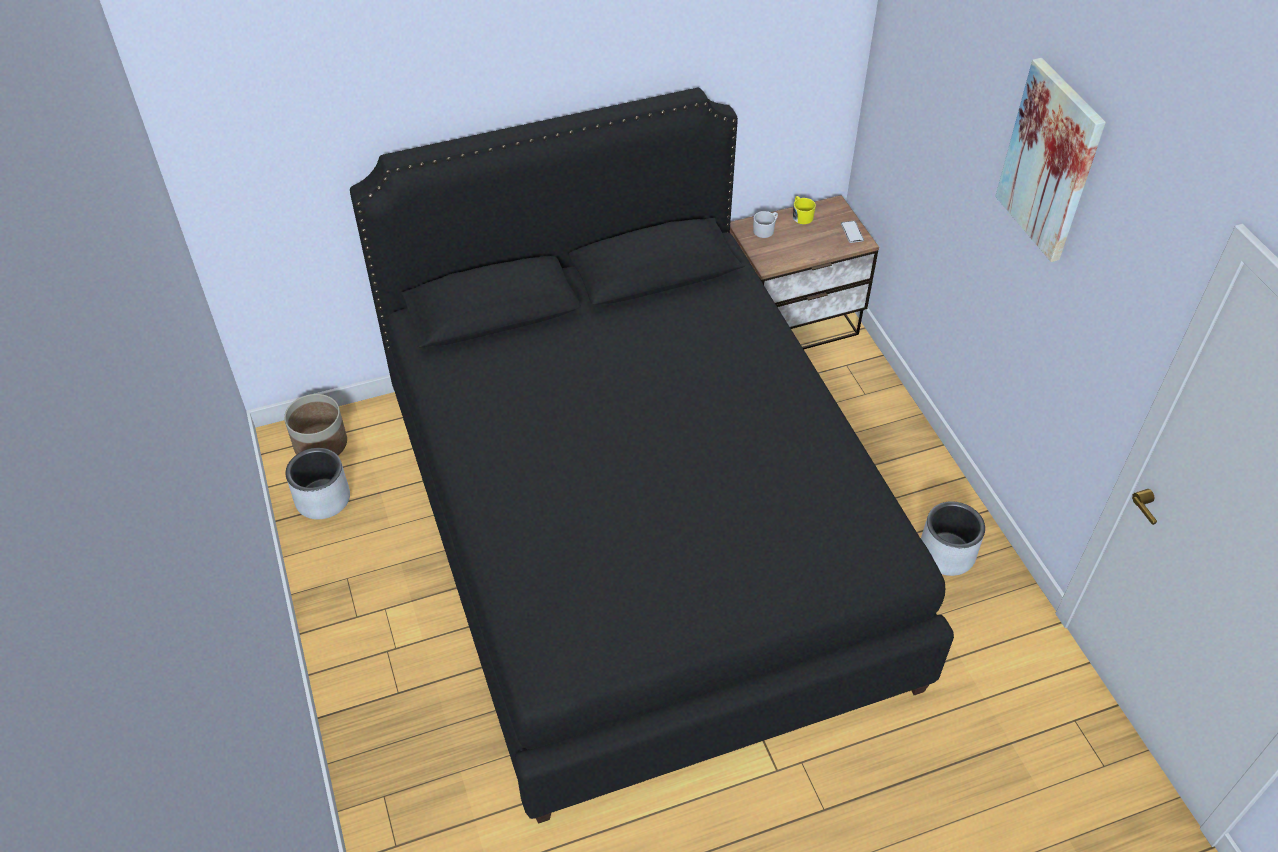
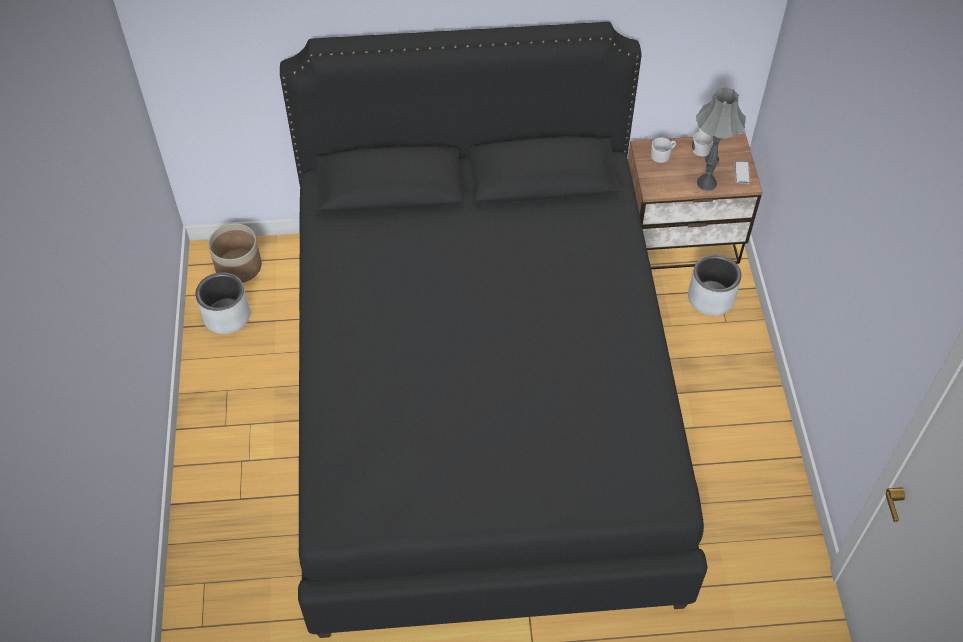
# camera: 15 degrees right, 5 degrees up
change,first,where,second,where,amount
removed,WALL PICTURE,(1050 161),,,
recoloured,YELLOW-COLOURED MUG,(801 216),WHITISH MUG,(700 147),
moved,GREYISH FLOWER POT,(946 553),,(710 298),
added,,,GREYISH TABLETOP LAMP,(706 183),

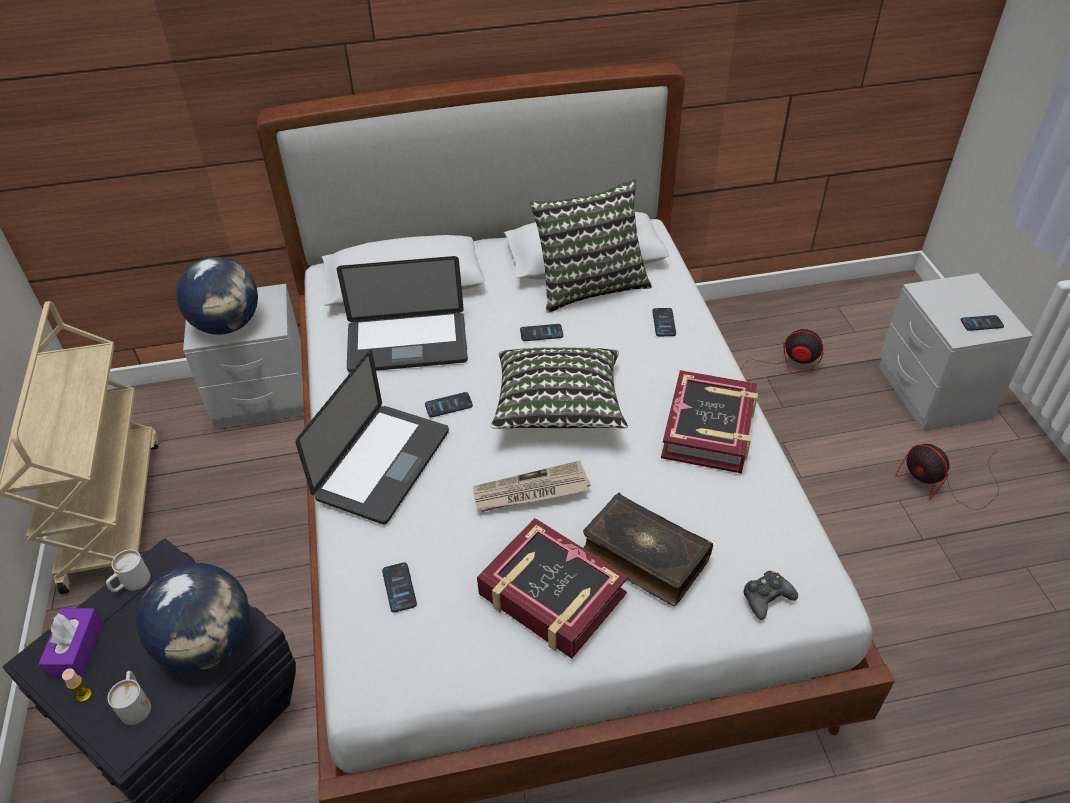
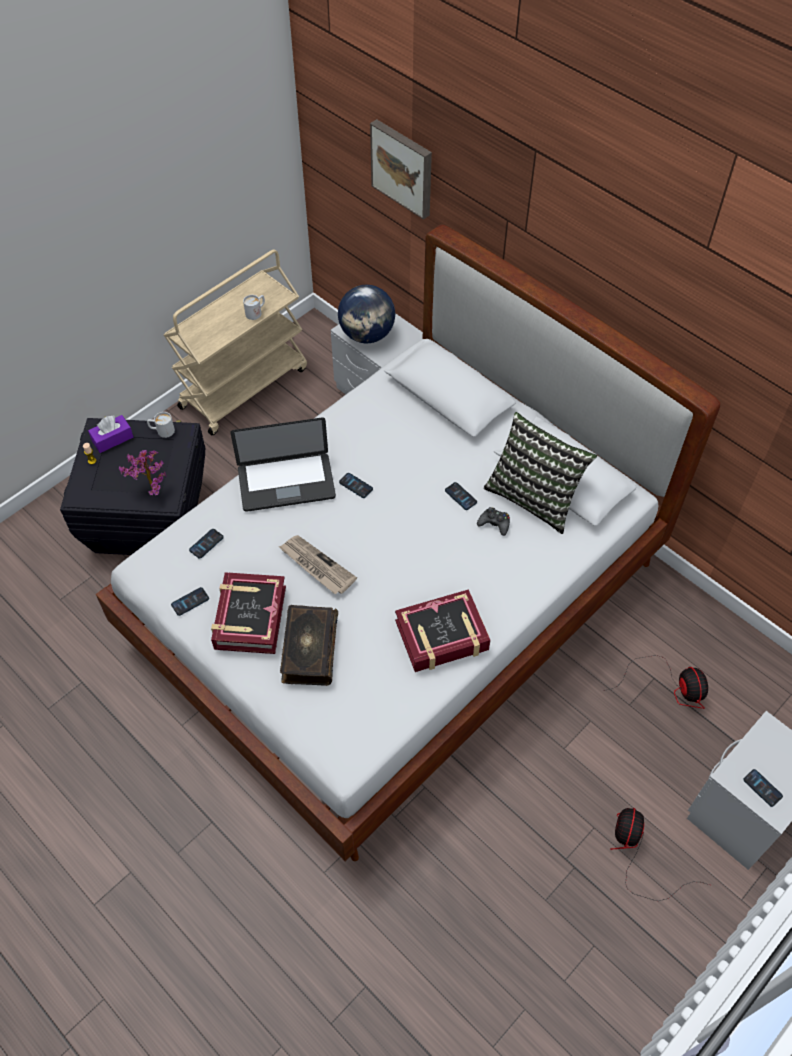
# camera: 55 degrees right, 10 degrees up
change,first,where,second,where,amount
removed,LAPTOP,(407 344),,,
moved,TELEPHONE,(664 323),,(190 602),
removed,THROW PILLOW,(558 408),,,
replaced,GLOBE,(209 643),POTTED PLANT,(150 489),
moved,BLACK GAME CONTROLLER,(766 598),,(494 523),
moved,WHITISH MUG,(136 703),,(256 312),
added,,,WALL PICTURE,(403 167),

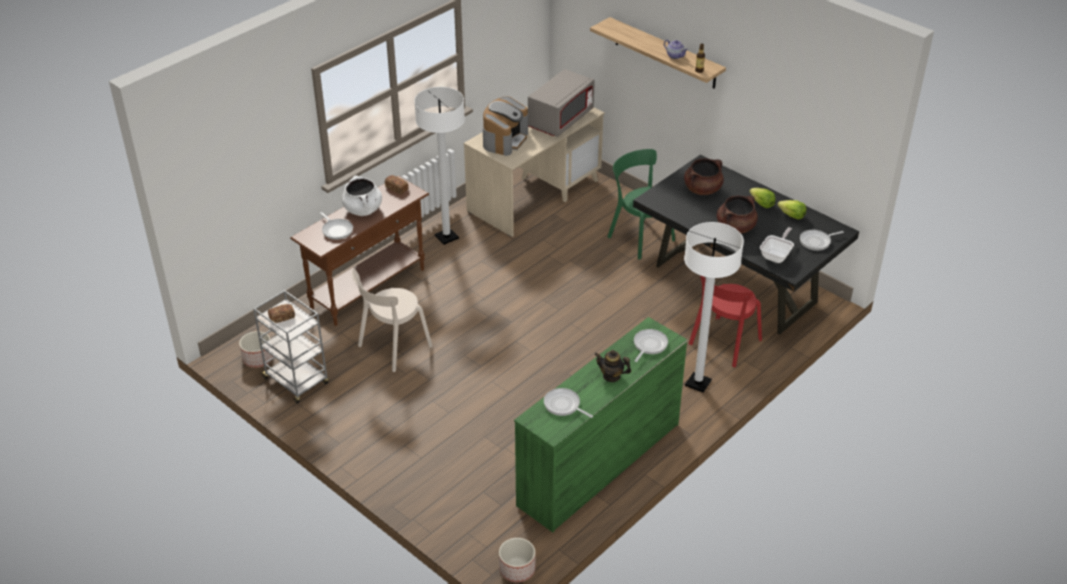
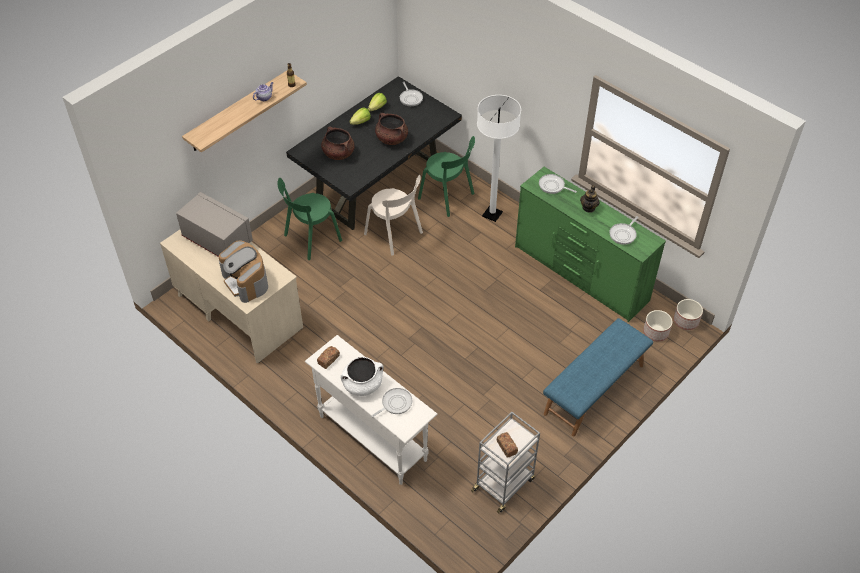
# camera: 90 degrees left, 10 degrees up
change,first,where,second,where,amount
removed,WHITISH STANDARD LAMP,(446 237),,,
turned,COFFEE MACHINE,(505 140),,(246 281),150 degrees counterclockwise
recoloured,BROWN NARROW TABLE,(369 288),WHITISH NARROW TABLE,(372 437),
removed,FRYING PAN,(777 255),,,
moved,BEIGE UPRIGHT CHAIR,(392 348),,(395 235),
recoloured,RED UPRIGHT CHAIR,(723 344),GREENISH UPRIGHT CHAIR,(448 197),
moved,FLOWER POT,(258 359),,(656 332),
added,,,BLUISH BENCH,(594 390),

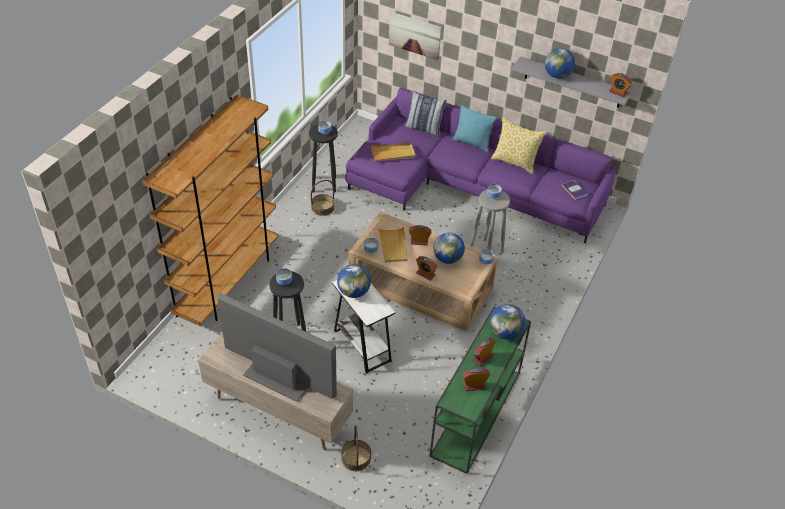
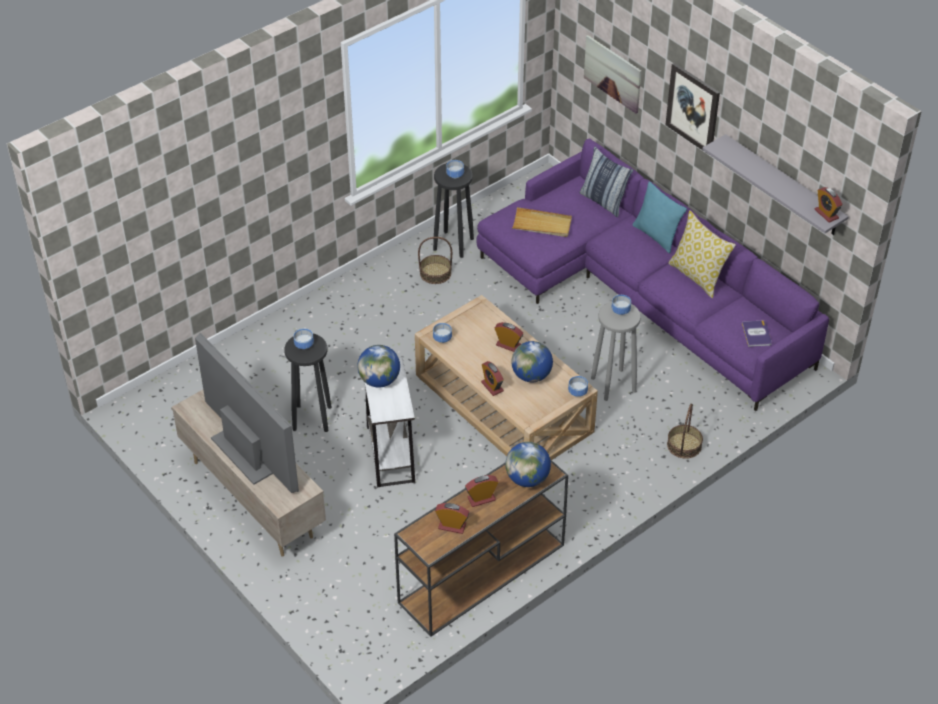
# camera: 25 degrees right, 0 degrees up
change,first,where,second,where,amount
removed,GLOBE,(557 75),,,
removed,BROWN BOOKSHELF,(228 282),,,
removed,BEIGE SERVING TRAY,(393 246),,,
recoloured,GREENISH NARROW TABLE,(476 414),BROWN NARROW TABLE,(480 575),
moved,STORAGE BASKET,(356 458),,(684 445),
added,,,WALL PICTURE,(693 108),

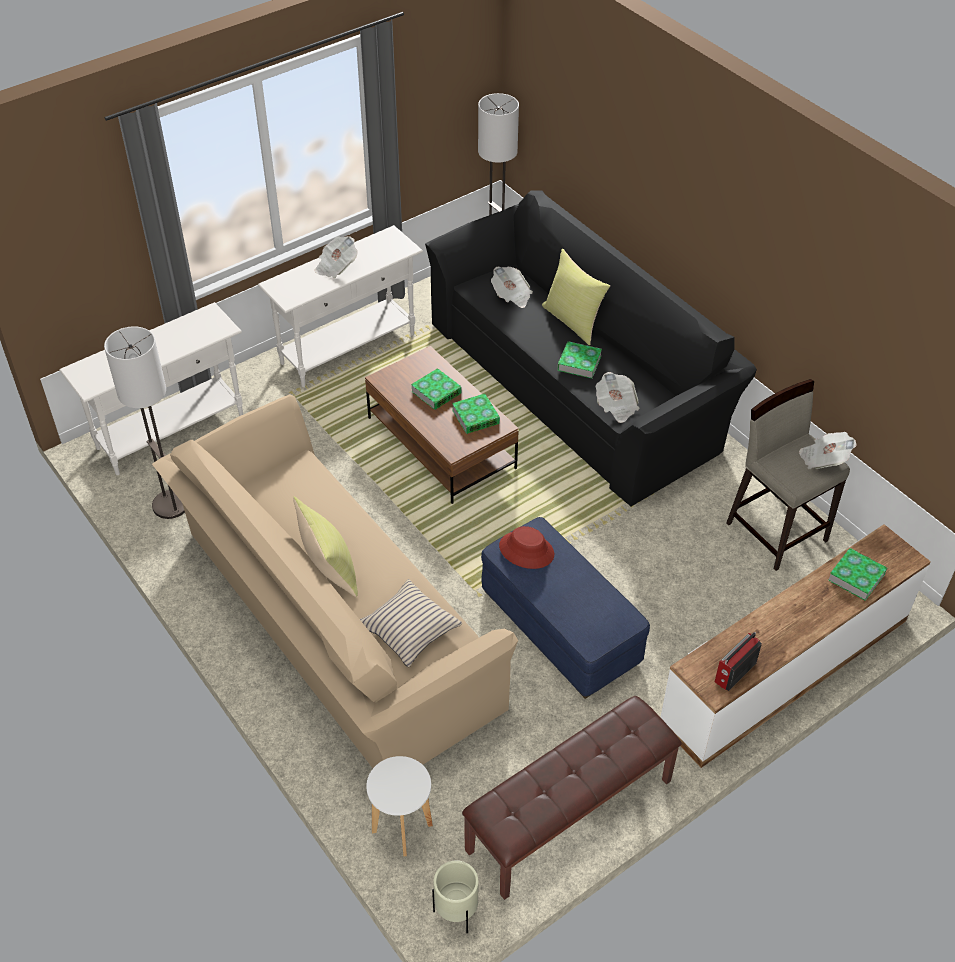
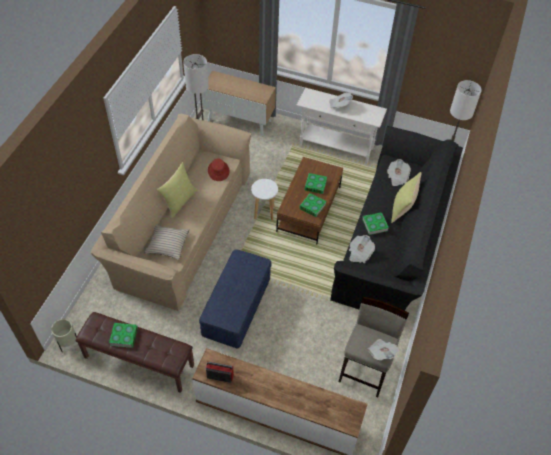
# camera: 55 degrees right, 5 degrees up
change,first,where,second,where,amount
replaced,WHITISH NARROW TABLE,(171 431),STORAGE CABINET,(239 120),
moved,RED CLOTHING HAT,(526 550),,(218 171),
moved,VOLUME,(856 577),,(124 336),
moved,WHITISH STOOL SEAT,(402 828),,(264 212),

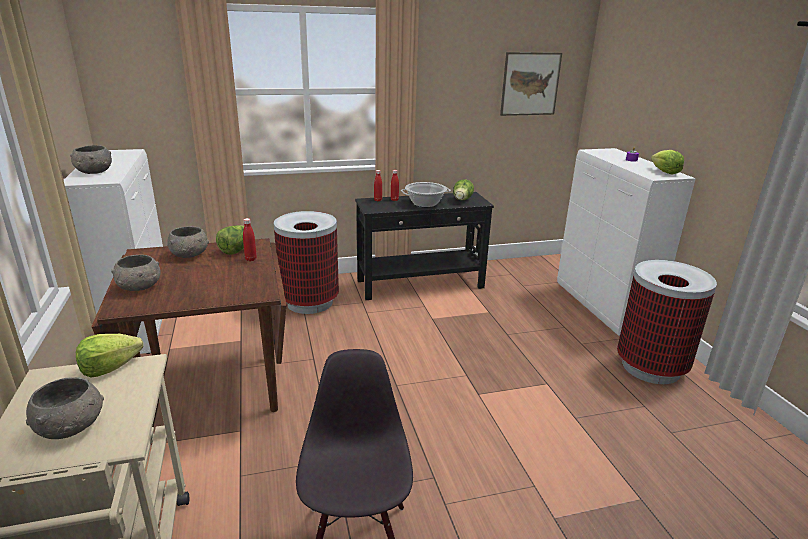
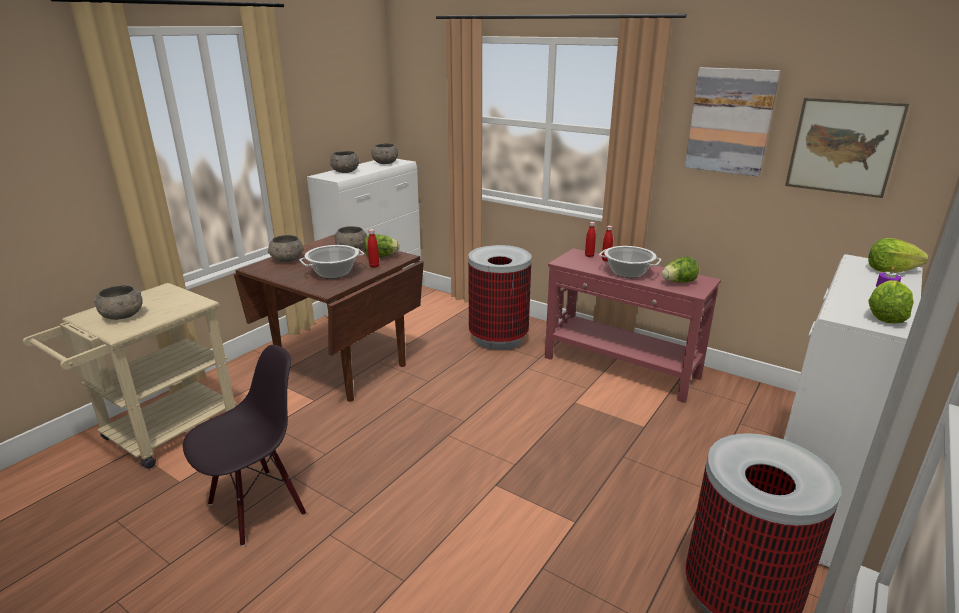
# camera: 50 degrees right, 0 degrees up
change,first,where,second,where,amount
recoloured,BLACK NARROW TABLE,(421 284),RED NARROW TABLE,(621 368),
moved,LETTUCE HEAD,(110 368),,(890 270),
added,,,WALL PICTURE,(730 121),
added,,,GREYISH BOWL,(385 163),
added,,,SAUCEPOT,(334 273),

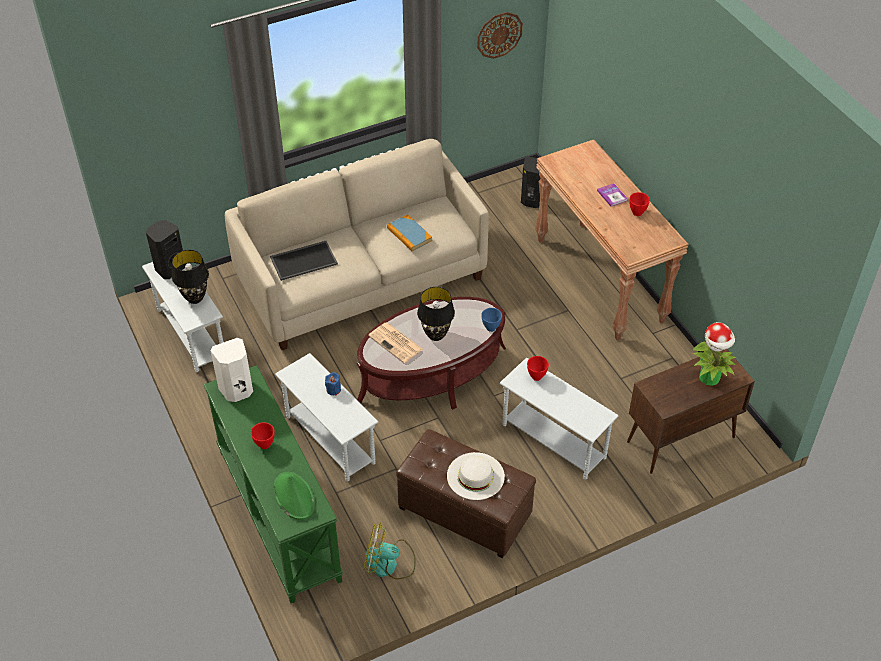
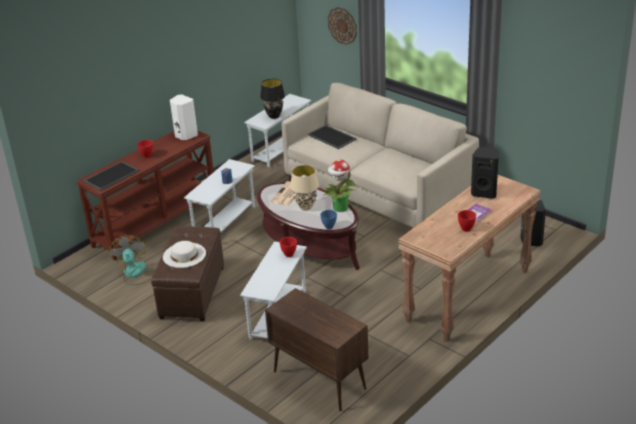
# camera: 70 degrees right, 15 degrees down
change,first,where,second,where,amount
moved,HANGING CLOCK,(499 35),,(342 25),
removed,VOLUME,(409 234),,,
moved,BLACK SPEAKER,(169 268),,(484 192),
recoloured,BLACK TABLETOP LAMP,(436 335),BEIGE TABLETOP LAMP,(306 207),
moved,POTTED PLANT,(710 378),,(340 208),
recoloured,GREENISH NARROW TABLE,(277 514),BROWN NARROW TABLE,(155 222),
replaced,GREENISH CLOTHING HAT,(293 496),SERVING TRAY,(111 175),

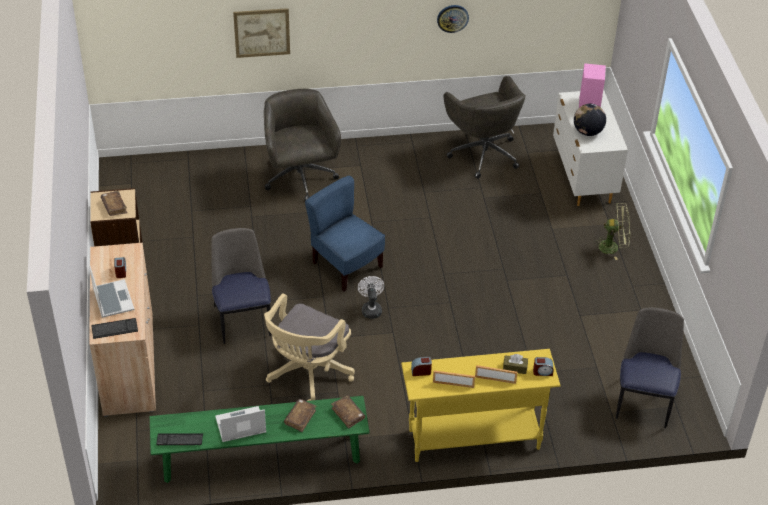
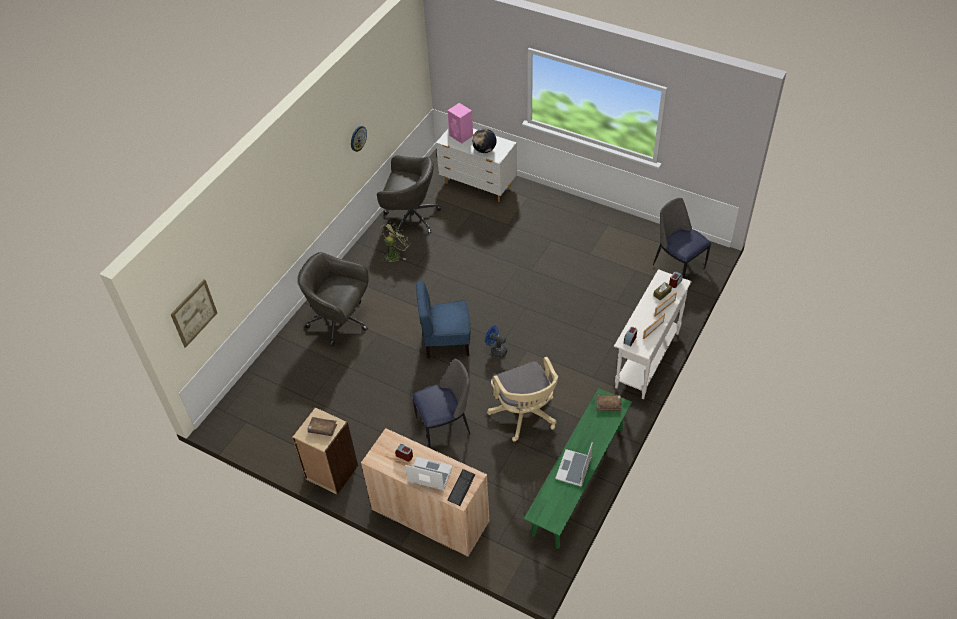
# camera: 50 degrees left, 5 degrees up
change,first,where,second,where,amount
moved,WALL PICTURE,(262 32),,(194 313),
moved,GREENISH COOLING FAN,(613 247),,(394 254),
turned,UPRIGHT CHAIR,(242 319),,(445 425),135 degrees clockwise
recoloured,WHITISH COOLING FAN,(371 309),BLUISH COOLING FAN,(496 350),
recoloured,YELLOW-COLOURED NARROW TABLE,(473 439),WHITISH NARROW TABLE,(646 360),
removed,BROWN VOLUME,(300 418),,,
removed,PC KEYBOARD,(179 440),,,

